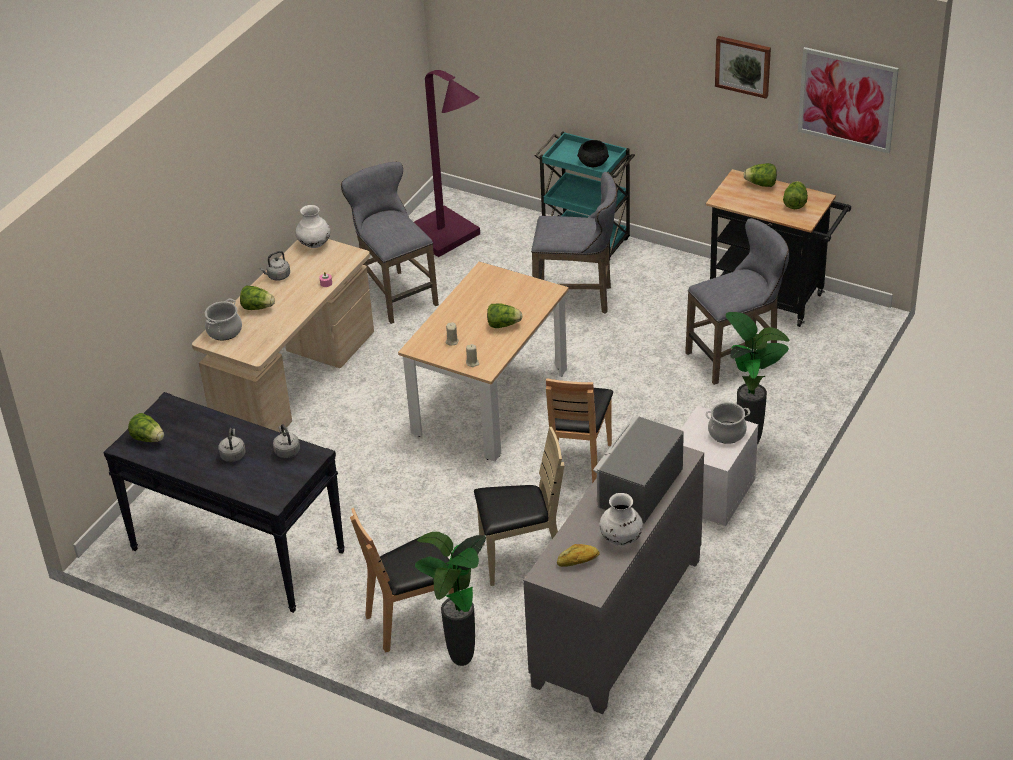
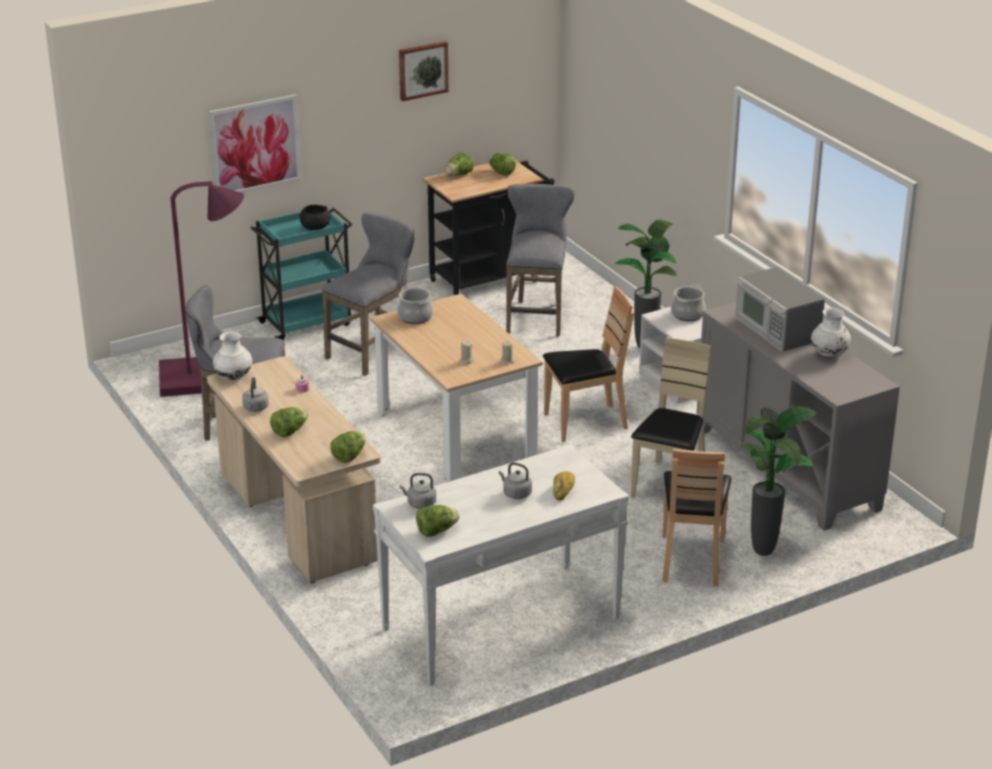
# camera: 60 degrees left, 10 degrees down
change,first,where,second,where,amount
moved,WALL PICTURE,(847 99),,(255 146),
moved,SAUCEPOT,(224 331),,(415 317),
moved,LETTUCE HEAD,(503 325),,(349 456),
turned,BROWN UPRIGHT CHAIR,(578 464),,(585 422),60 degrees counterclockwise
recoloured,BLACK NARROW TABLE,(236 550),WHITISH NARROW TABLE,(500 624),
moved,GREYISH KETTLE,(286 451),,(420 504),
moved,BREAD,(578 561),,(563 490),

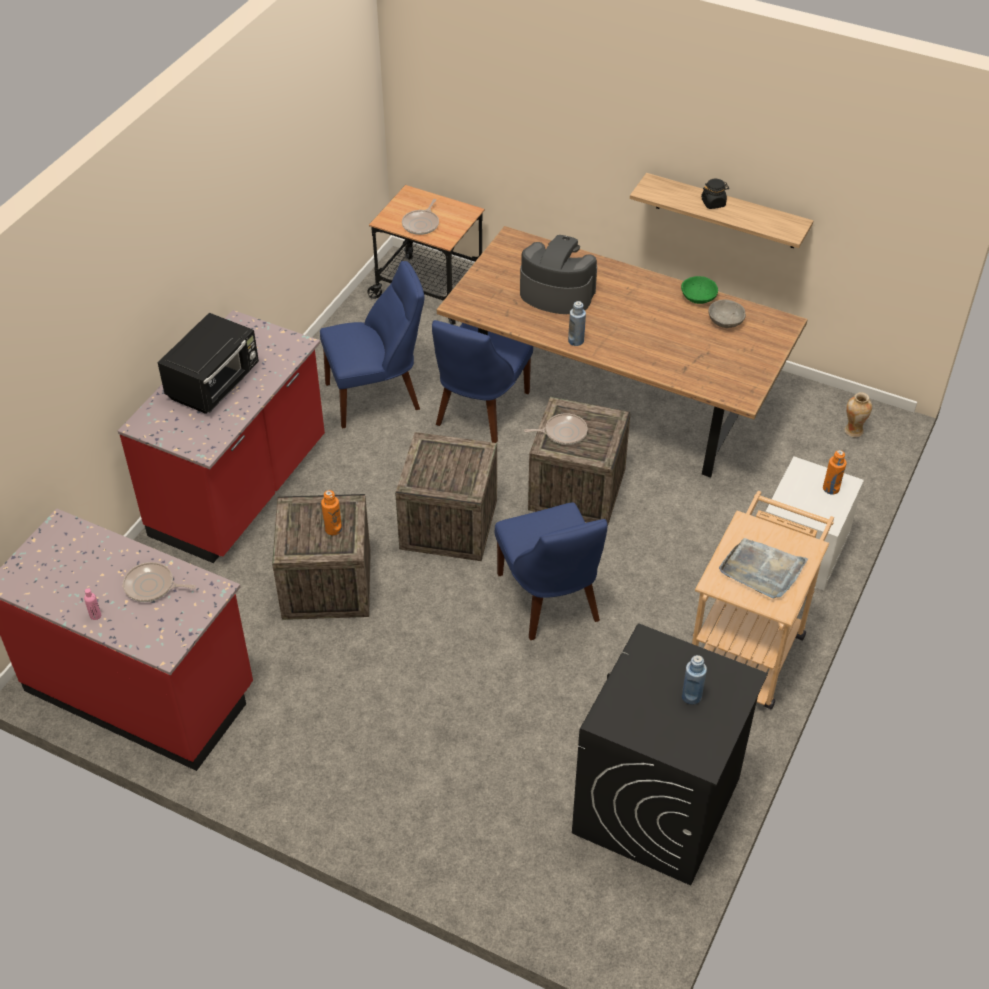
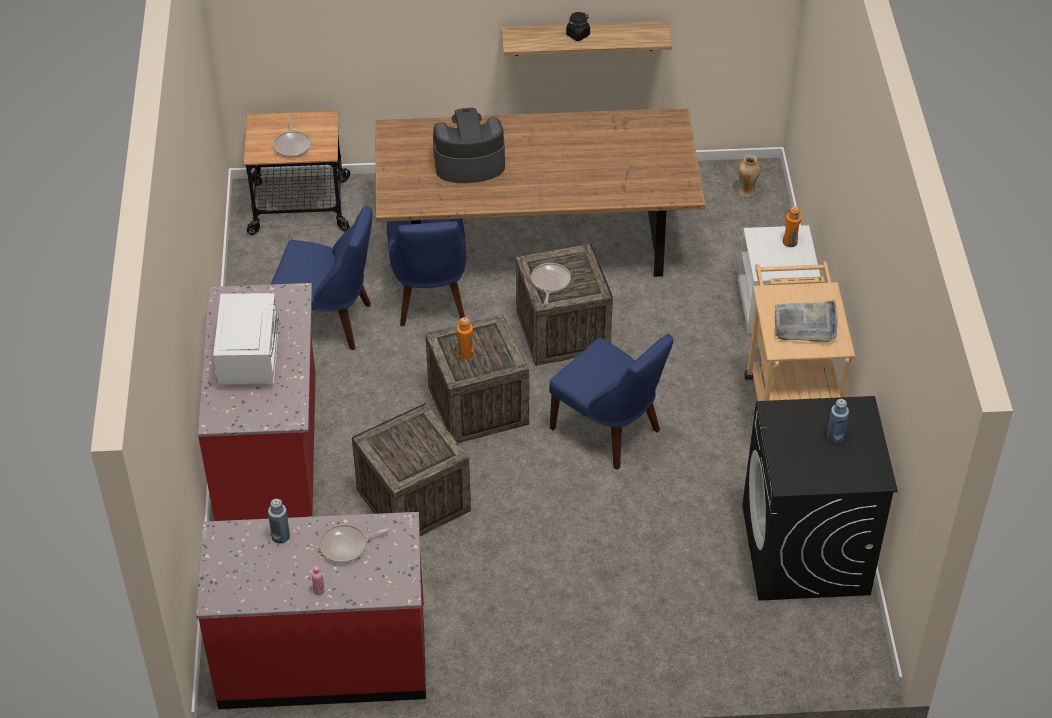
# camera: 30 degrees left, 0 degrees up
change,first,where,second,where,amount
turned,BLUISH UPRIGHT CHAIR,(377 396),,(328 322),60 degrees clockwise
removed,GREENISH BOWL,(698 297),,,
removed,GREYISH BOWL,(725 321),,,
moved,BLUISH BOTTLE,(576 341),,(280 536),
recoloured,BLACK MICROWAVE OVEN,(215 384),WHITISH MICROWAVE OVEN,(251 358),
turned,FRYING PAN,(563 432),,(550 282),45 degrees counterclockwise
moved,ORANGE-COLOURED BOTTLE,(333 529),,(465 353),

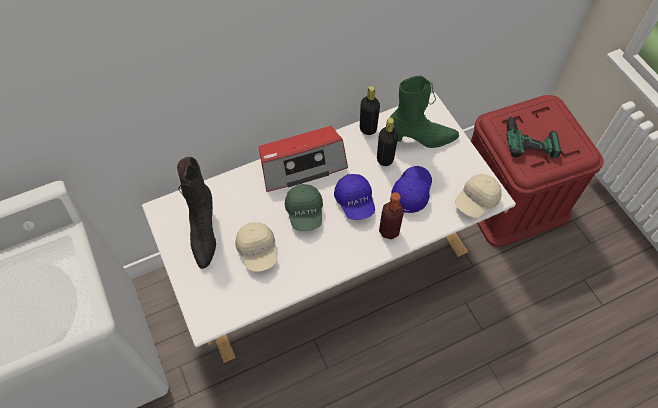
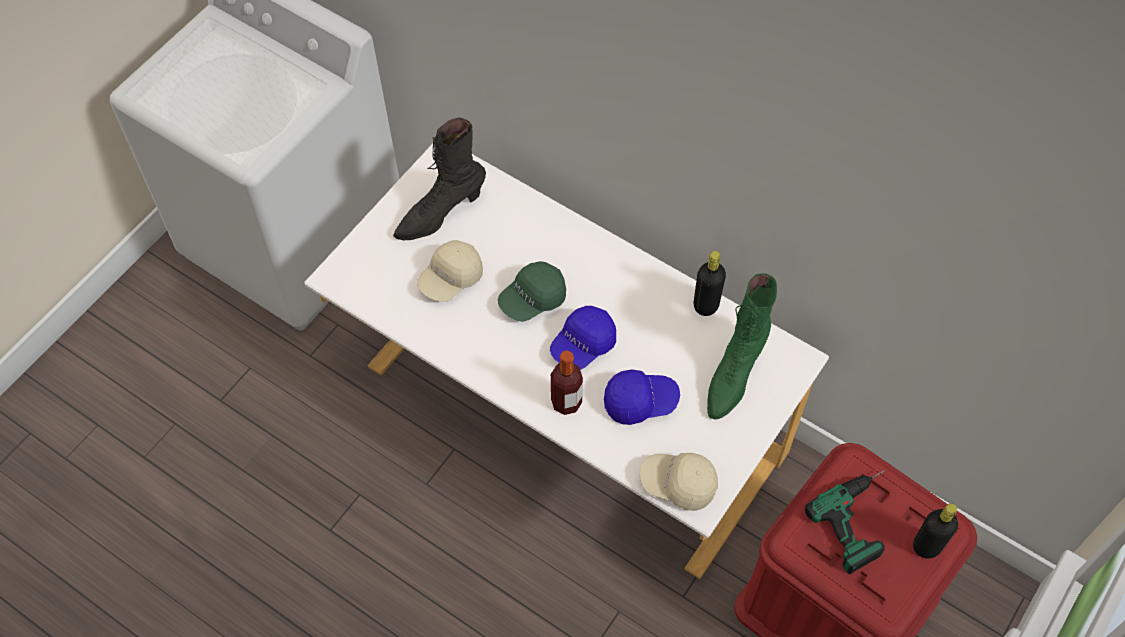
# camera: 60 degrees right, 0 degrees up
change,first,where,second,where,amount
turned,GREENISH HIGH-TOP BOOT,(421 139),,(734 375),60 degrees clockwise
moved,BLACK BOTTLE,(385 159),,(926 546),
removed,RADIO RECEIVER,(301 165),,,

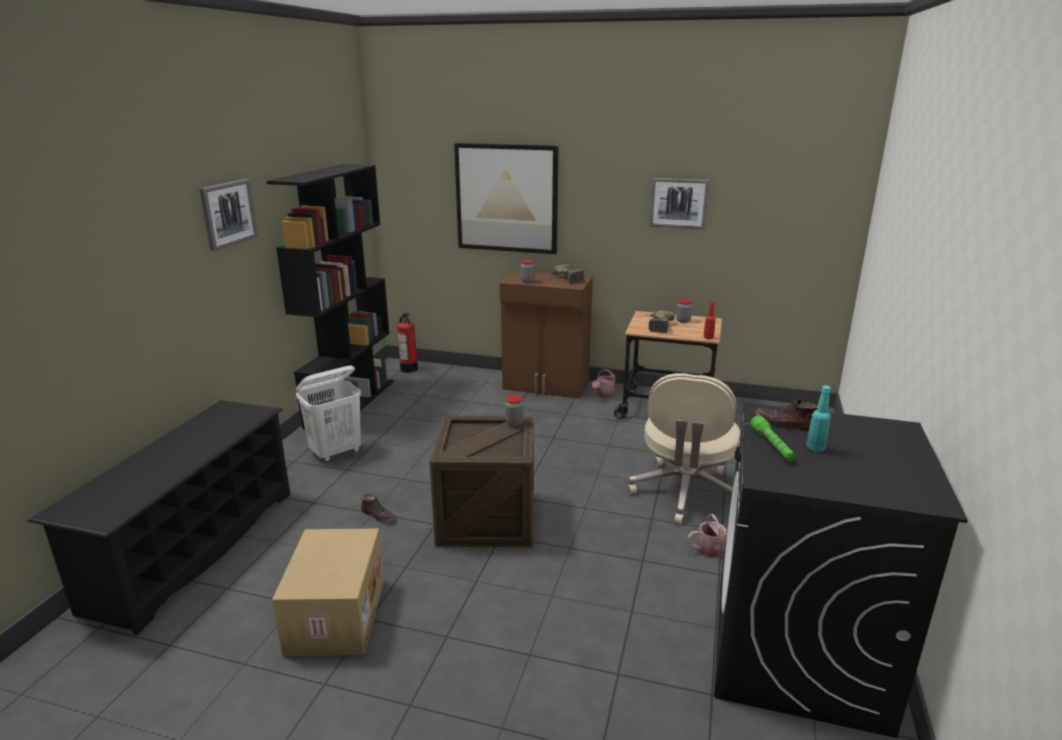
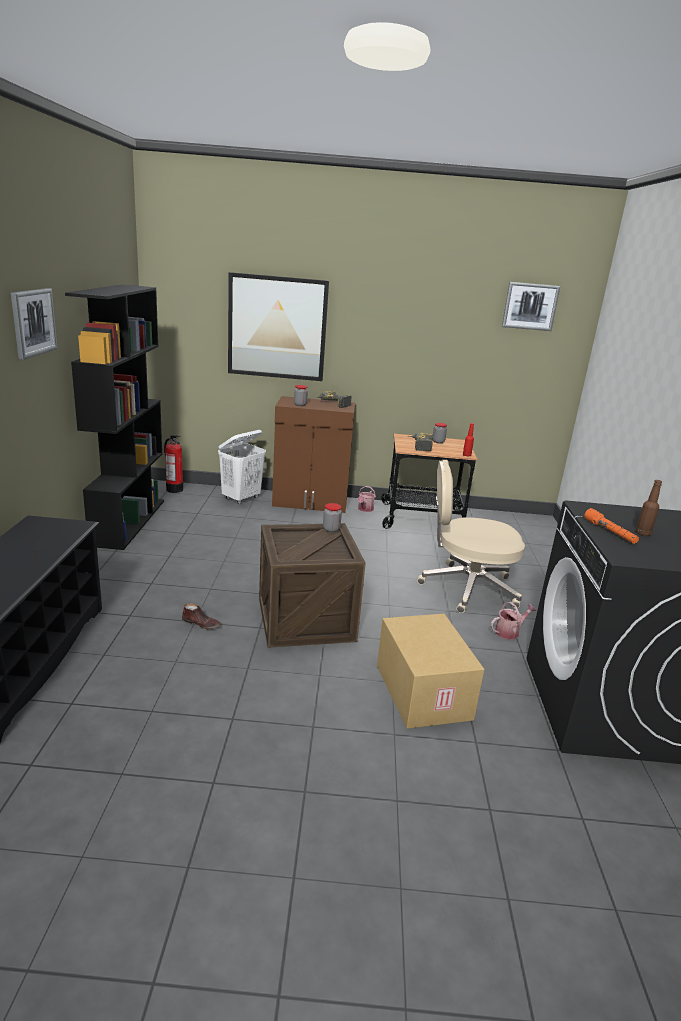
# camera: 15 degrees left, 0 degrees up
change,first,where,second,where,amount
moved,WALL PICTURE,(678 203),,(530 306),
moved,WHITISH HAMPER,(336 452),,(241 498),
turned,BEIGE OFFICE CHAIR,(685 493),,(467 588),90 degrees clockwise
recoloured,BLUE-GREEN BOTTLE,(815 448),BROWN BOTTLE,(642 533),
removed,BROWN ITEM OF FOOTWEAR,(786 424),,,
recoloured,GREENISH TORCH,(772 445),ORANGE-COLOURED TORCH,(610 532),
moved,CARTON,(335 615),,(421 691),

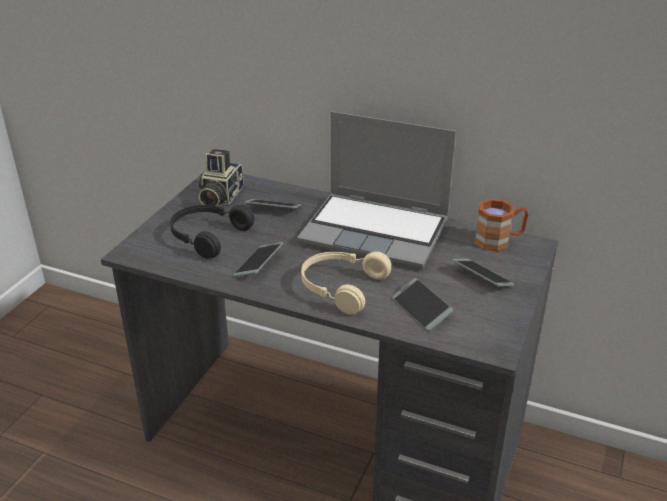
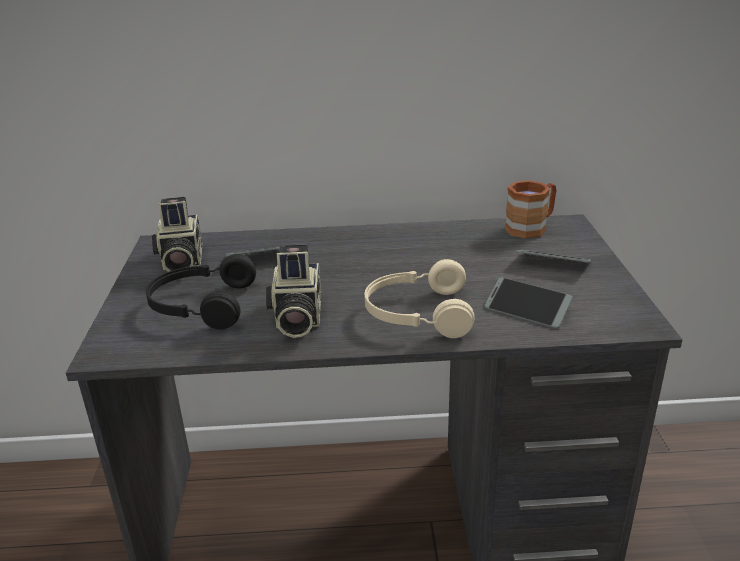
# camera: 25 degrees left, 5 degrees down
change,first,where,second,where,amount
removed,LAPTOP,(377 232),,,
replaced,TELEPHONE,(258 265),STILL CAMERA,(296 318),

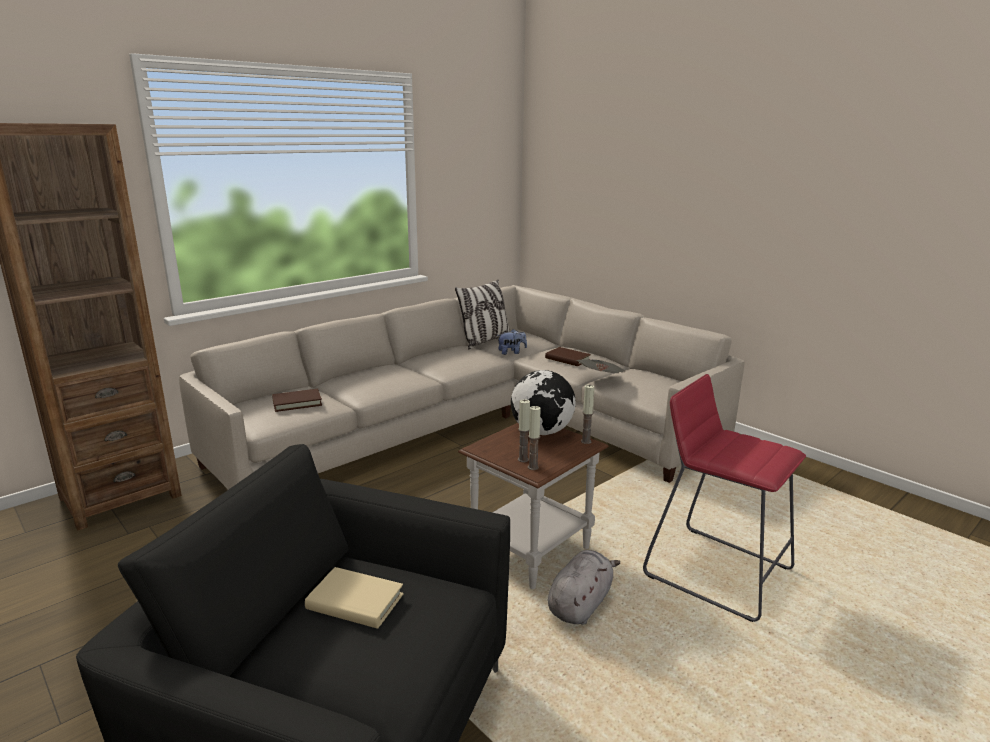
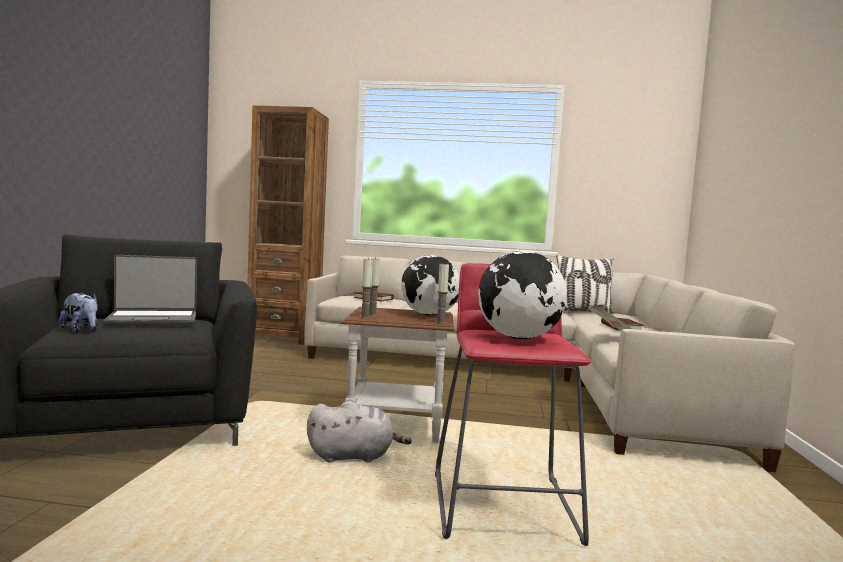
# camera: 50 degrees right, 15 degrees down
change,first,where,second,where,amount
moved,CUDDLY TOY,(511 352),,(81 330),
replaced,BEIGE VOLUME,(355 602),LAPTOP,(153 320),
added,,,GLOBE,(518 338),

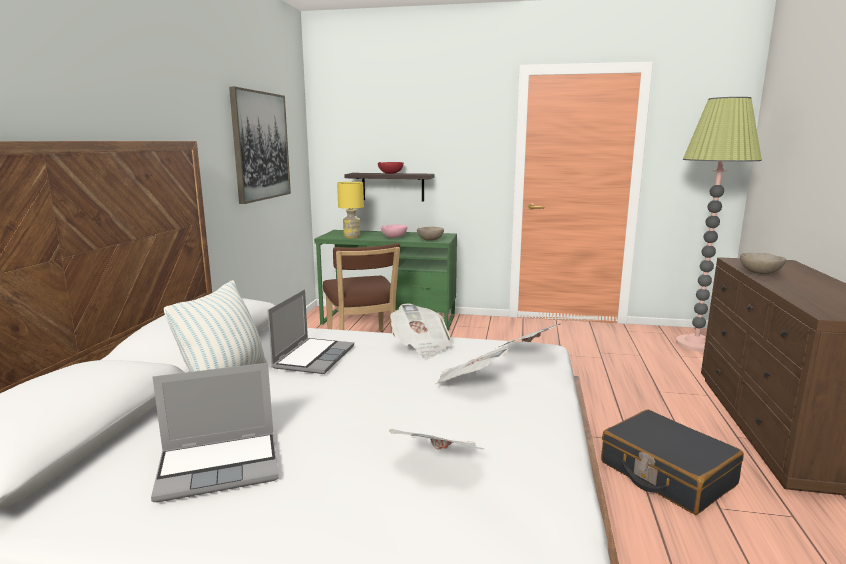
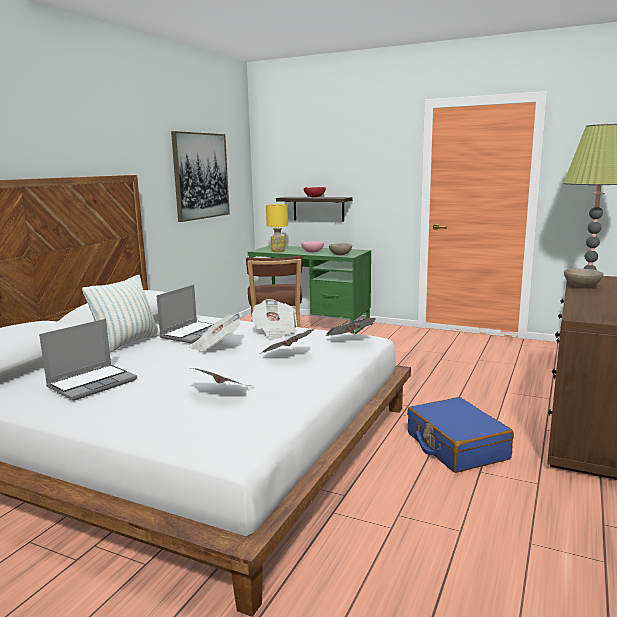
# camera: 15 degrees right, 0 degrees up
change,first,where,second,where,amount
turned,LAPTOP,(221 466),,(93 383),45 degrees counterclockwise
recoloured,BLACK PIECE OF LUGGAGE,(666 474),BLUISH PIECE OF LUGGAGE,(456 446),
added,,,DAILY PAPER,(216 346),

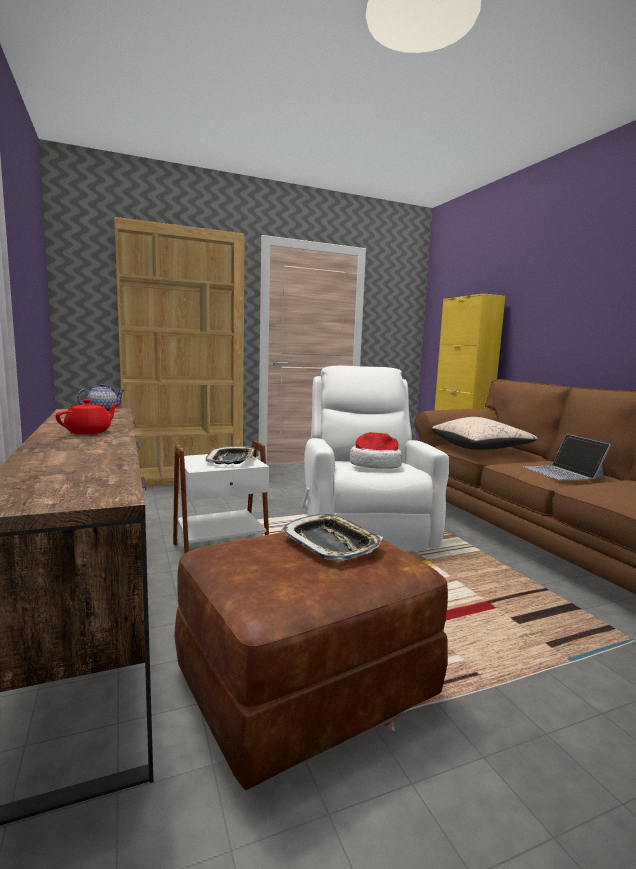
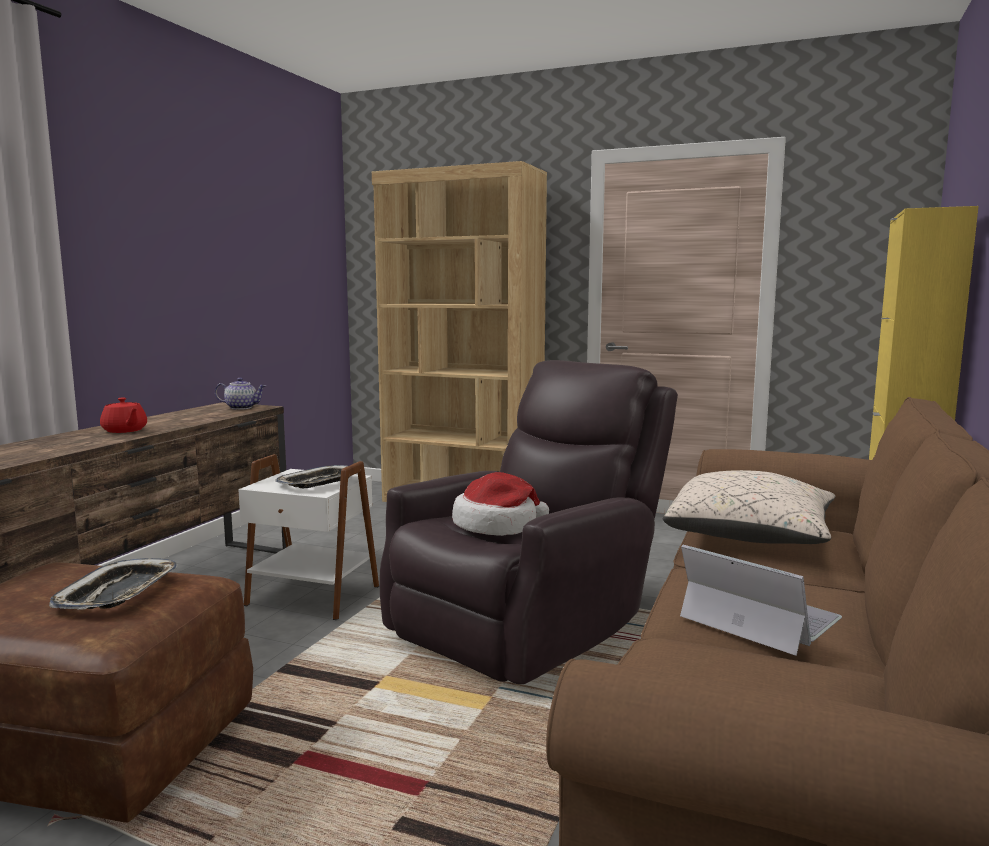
# camera: 45 degrees right, 0 degrees up
change,first,where,second,where,amount
recoloured,WHITISH ARMCHAIR,(364 525),BROWN ARMCHAIR,(530 622),
turned,RED POT FOR TEA,(89 432),,(125 431),60 degrees clockwise
turned,LAPTOP,(563 472),,(758 617),105 degrees clockwise

